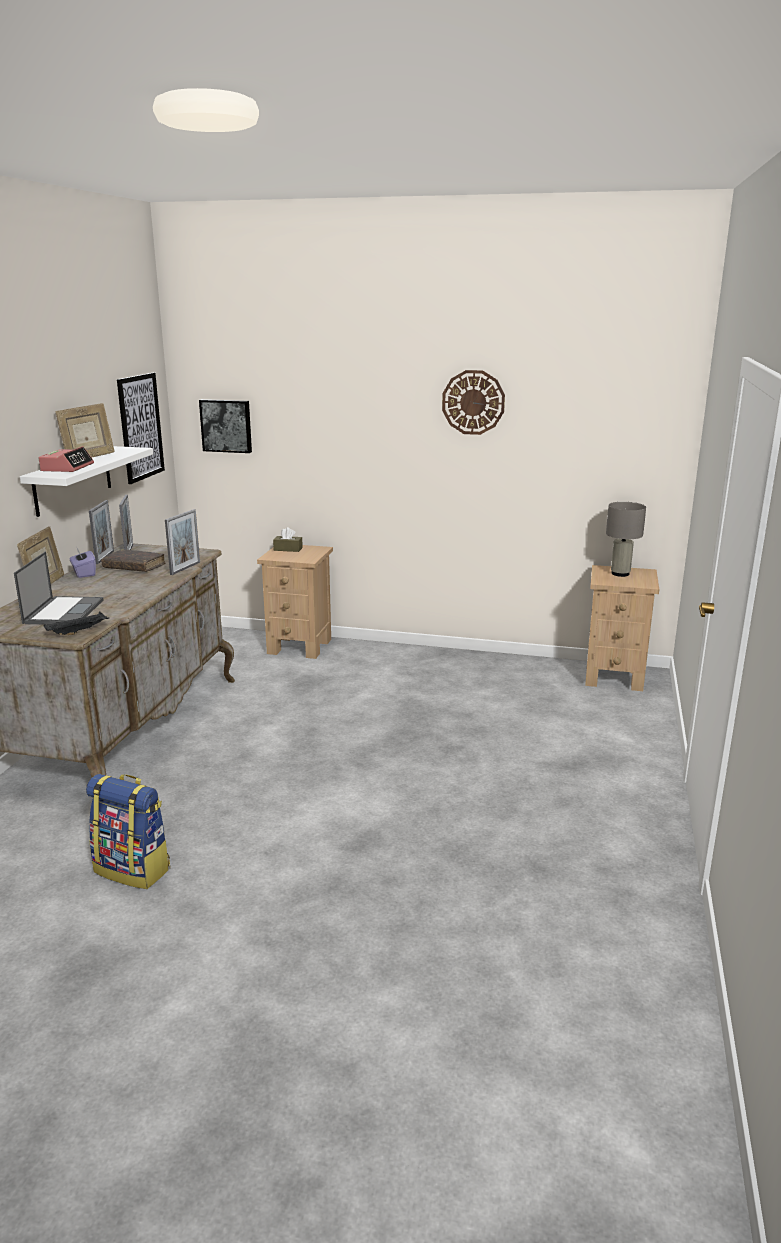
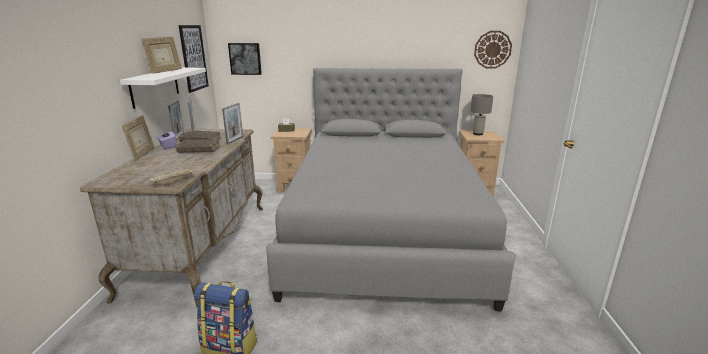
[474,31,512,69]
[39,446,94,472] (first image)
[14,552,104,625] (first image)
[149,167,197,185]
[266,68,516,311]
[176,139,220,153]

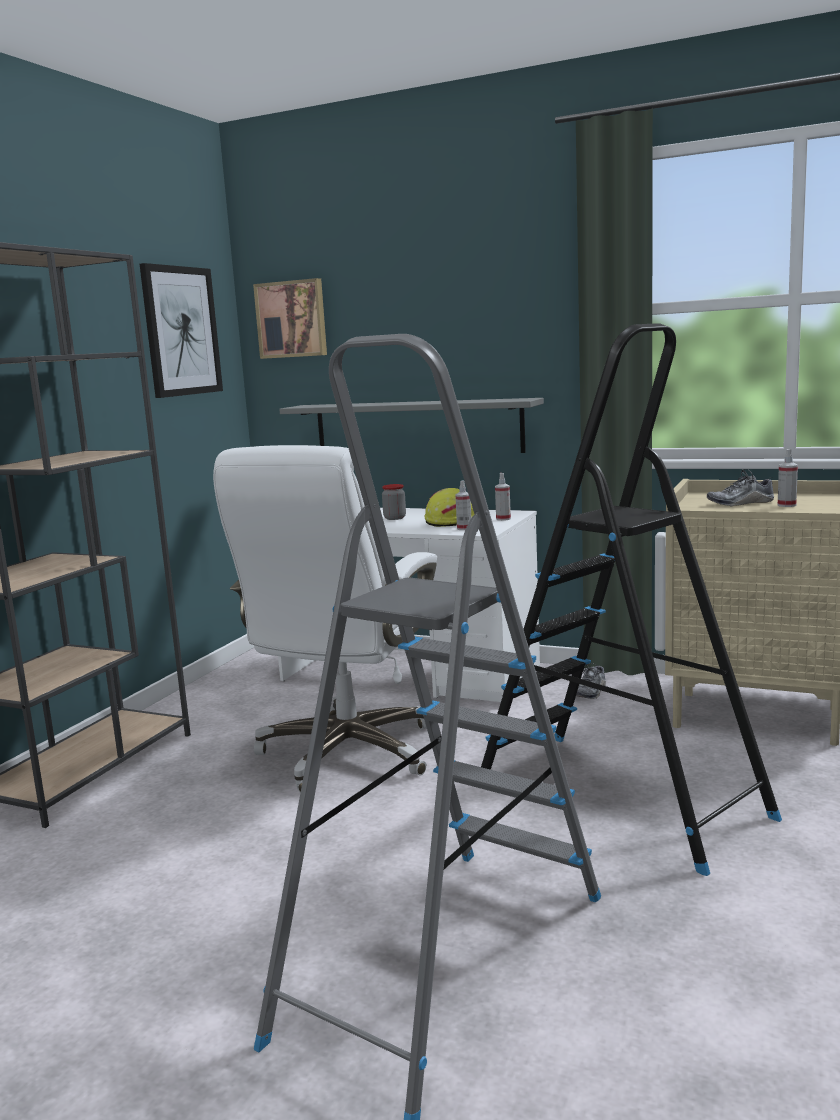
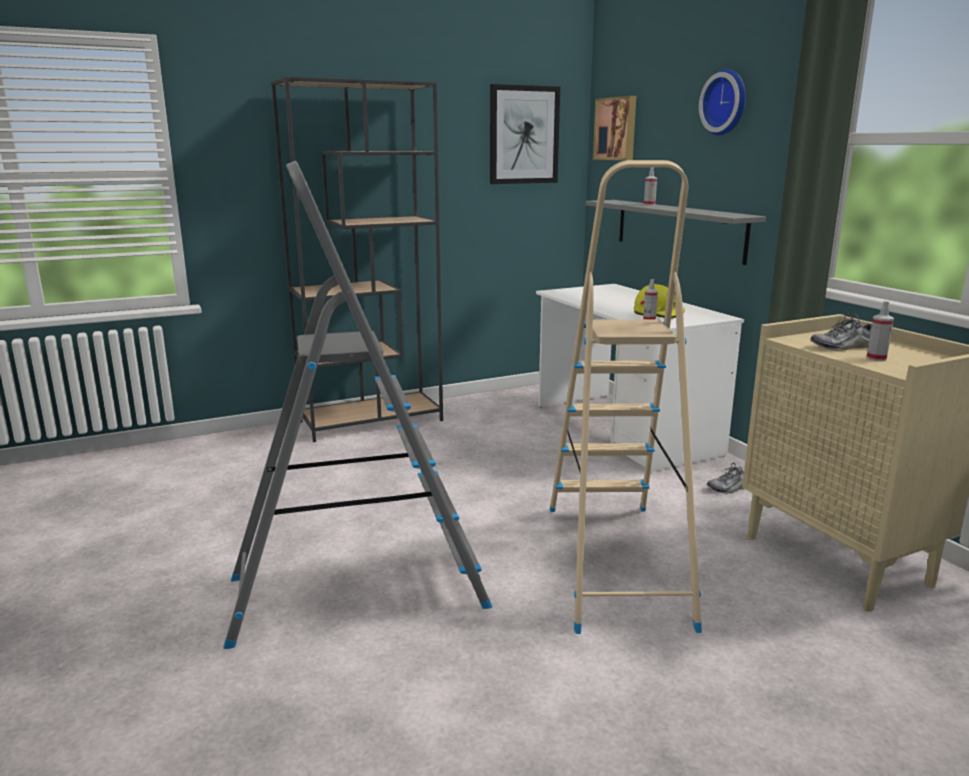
[550,160,702,634]
[213,445,437,793] (first image)
[810,313,872,351]
[644,167,657,205]
[382,484,406,520] (first image)
[699,69,746,135]

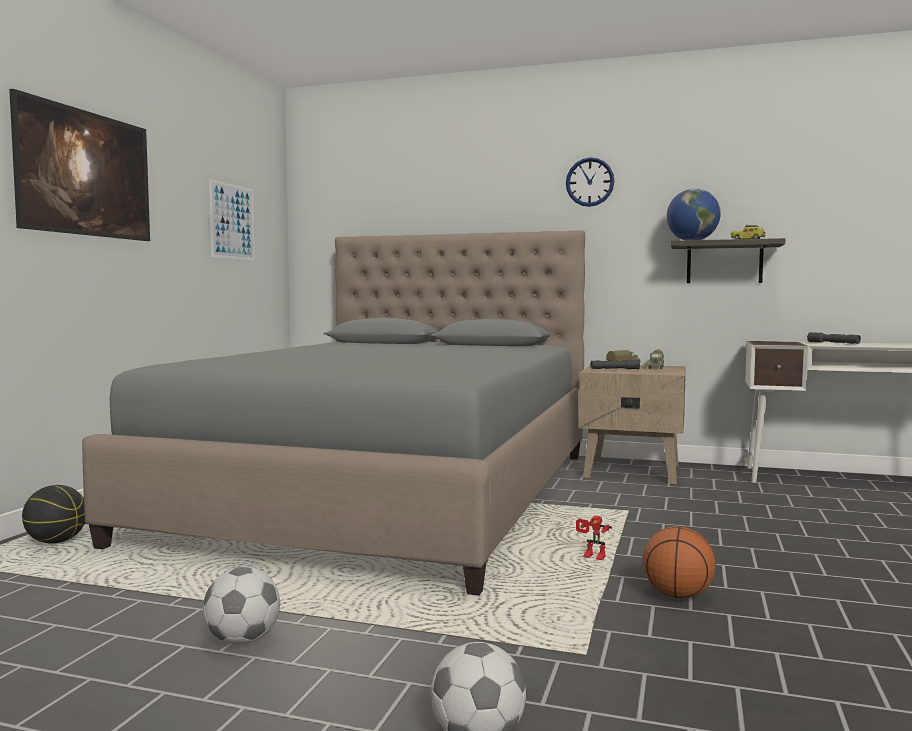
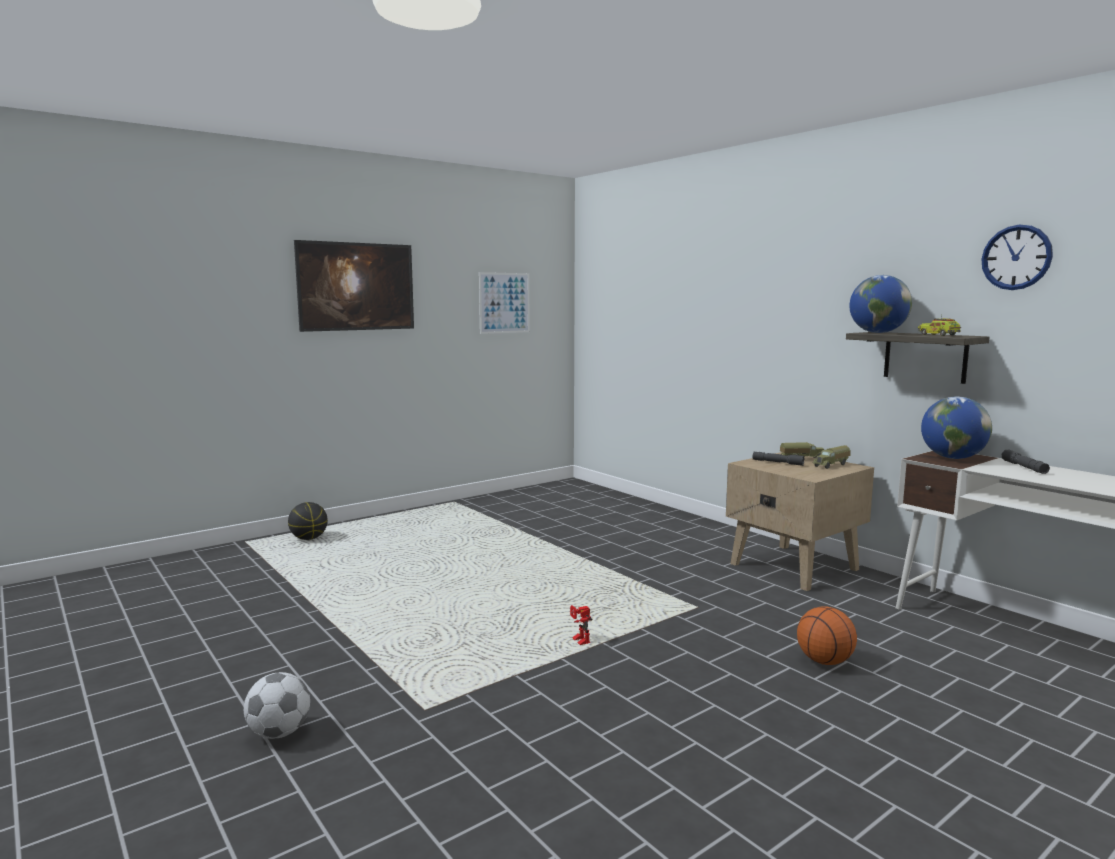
[982,225,1053,290]
[82,230,585,596] (first image)
[797,606,857,665]
[203,567,280,645] (first image)
[921,396,992,459]

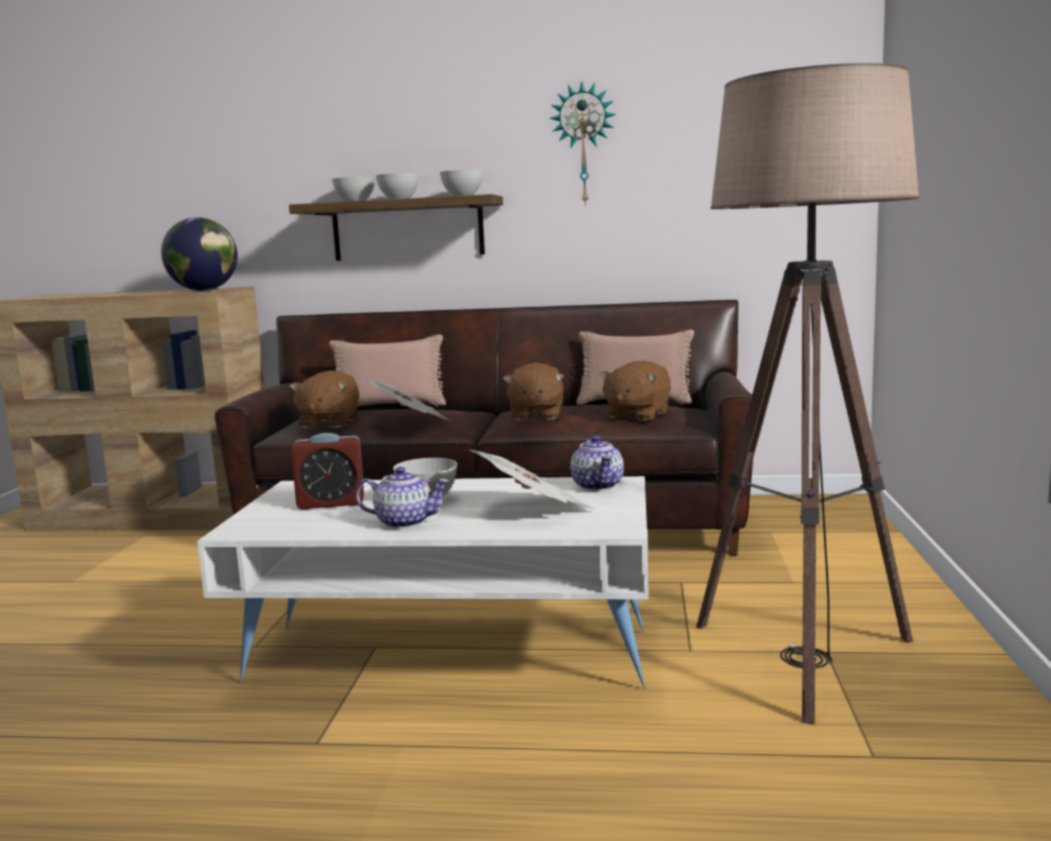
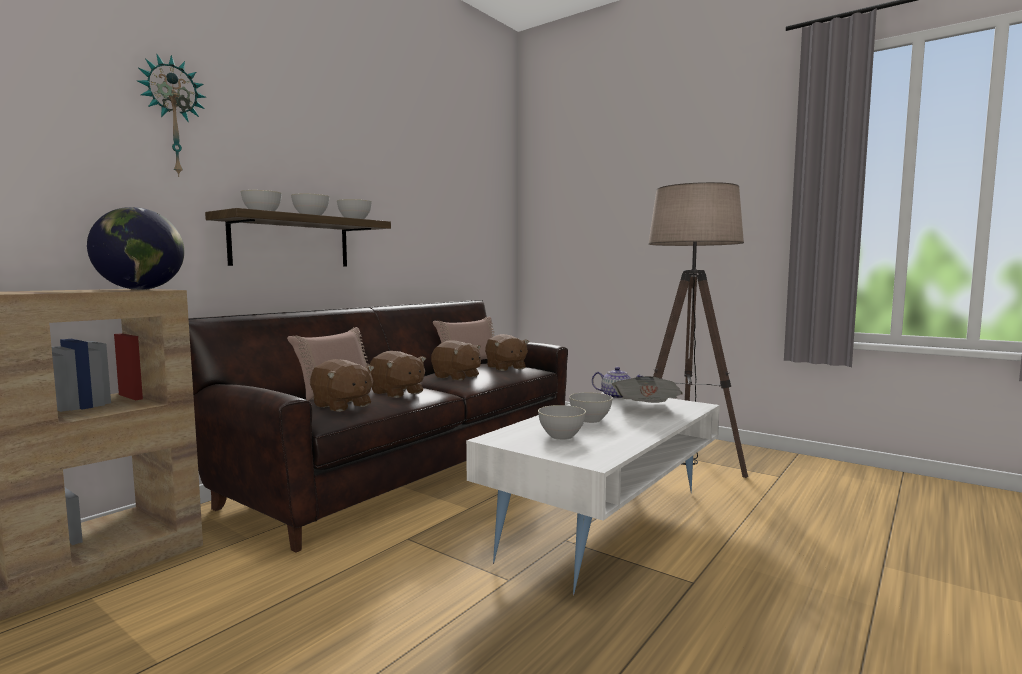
[137,53,206,177]
[370,351,426,398]
[538,405,586,440]
[355,467,449,529] (first image)

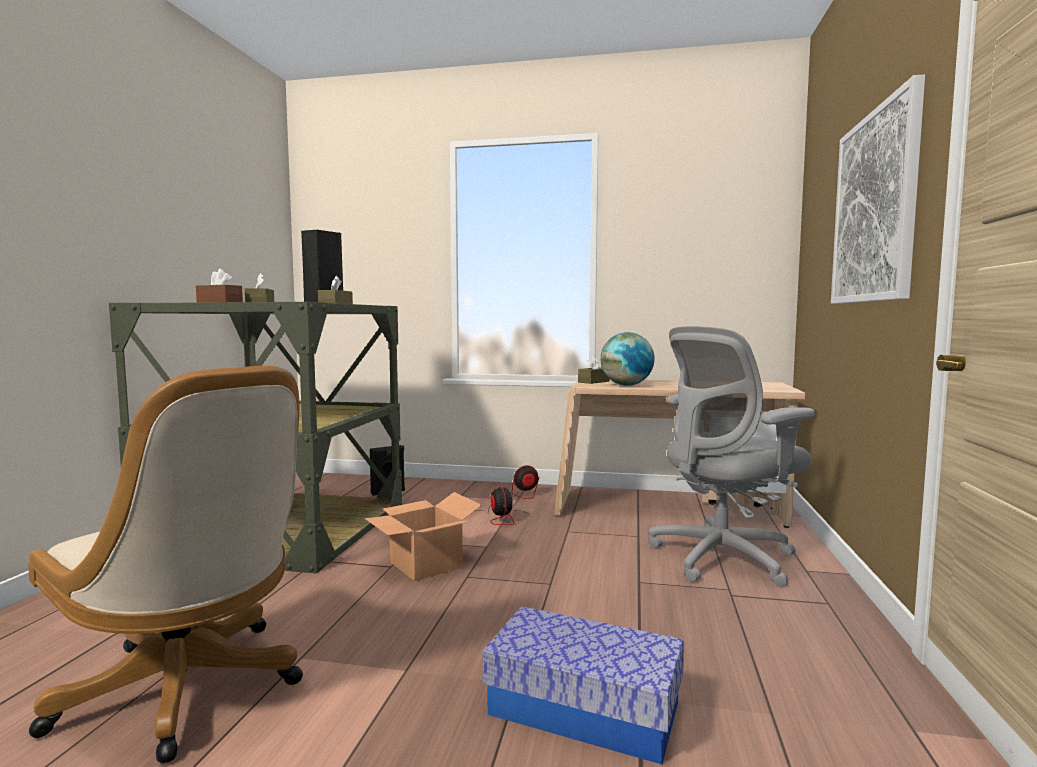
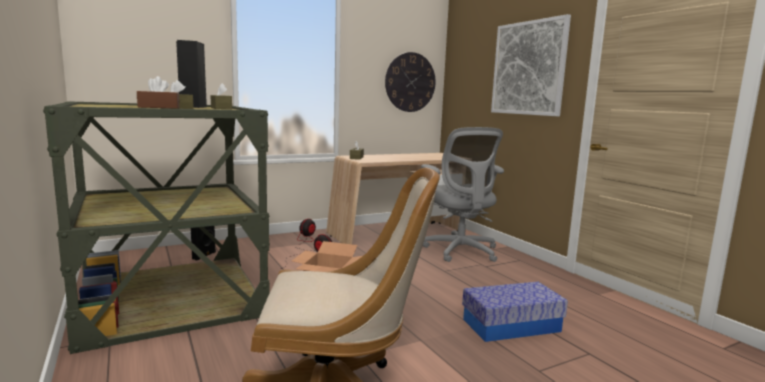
[421,127,504,262]
[600,332,655,386] (first image)
[385,52,435,112]

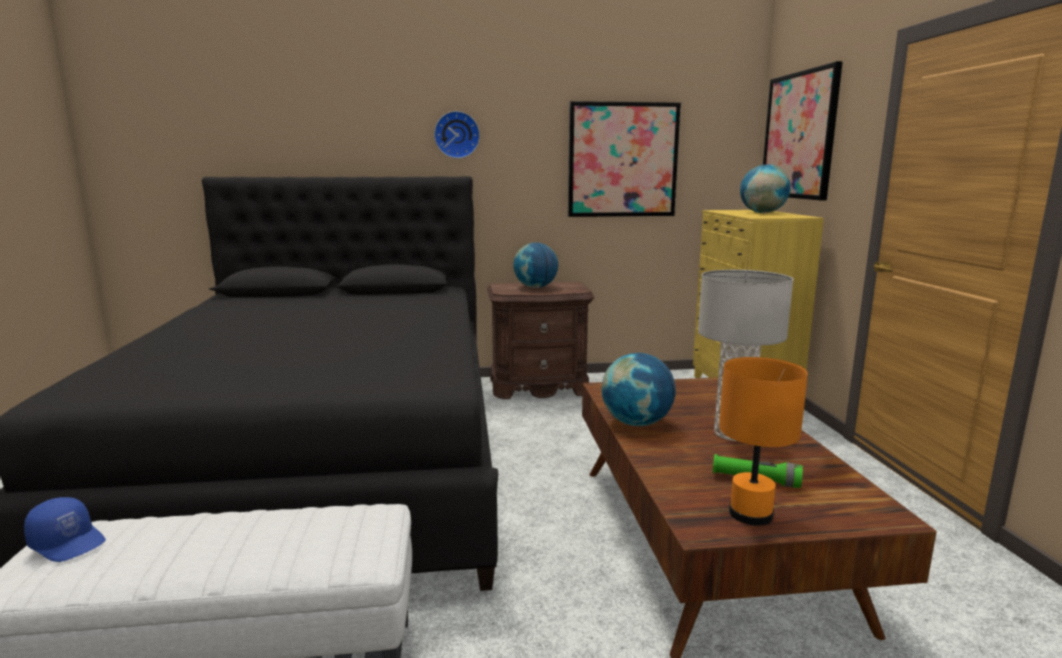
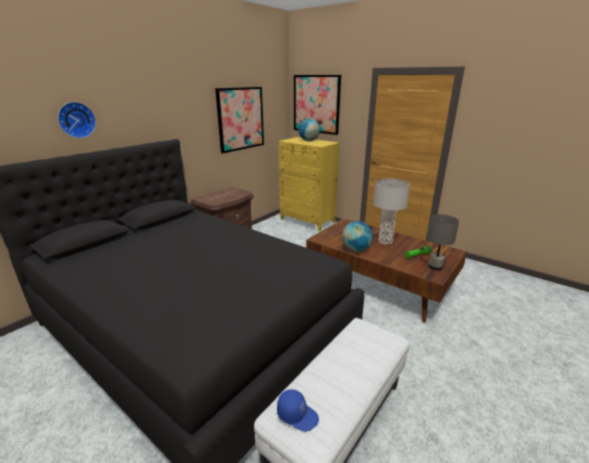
[58,102,96,138]
[513,243,558,288] (first image)
[427,214,459,270]
[277,389,319,432]

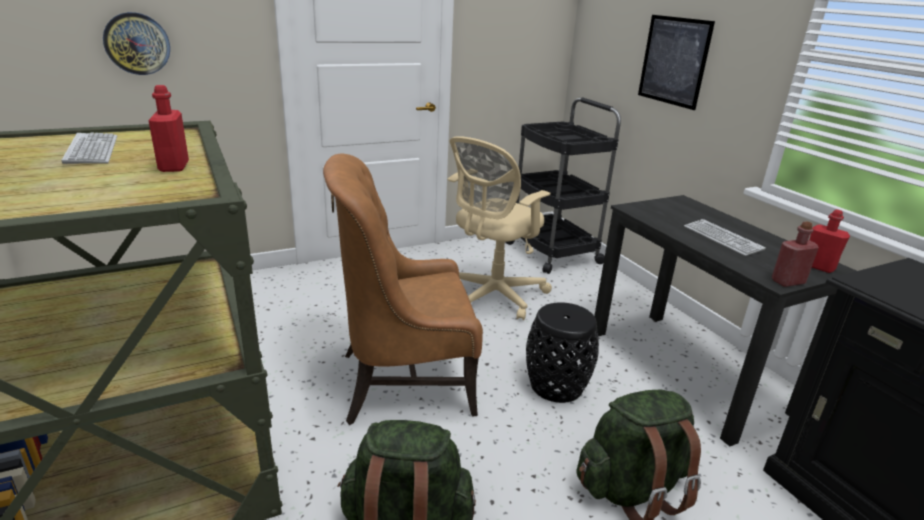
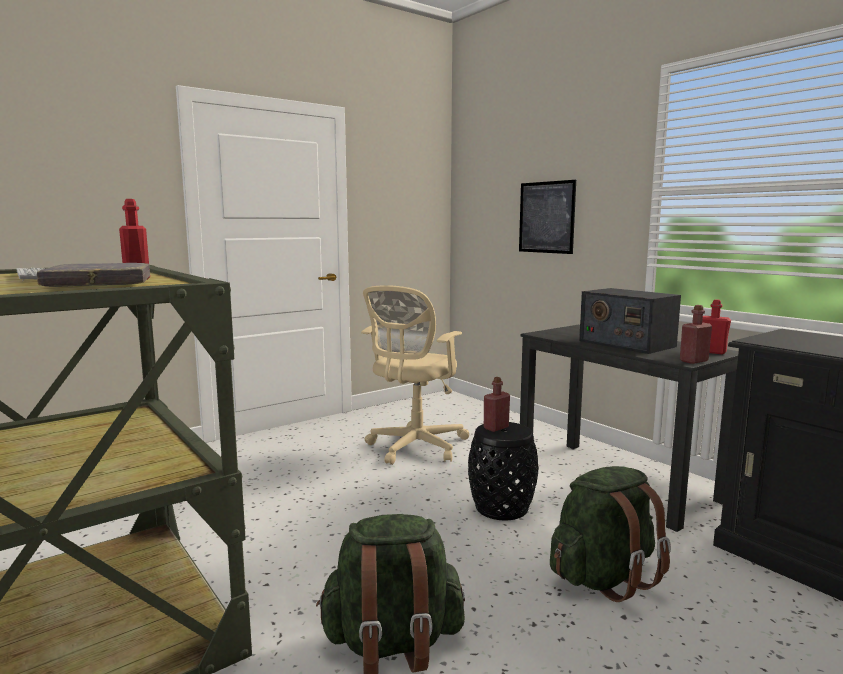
[103,12,170,75] (first image)
[506,97,621,274] (first image)
[323,154,483,425] (first image)
[579,288,681,354]
[37,263,150,287]
[484,377,510,432]

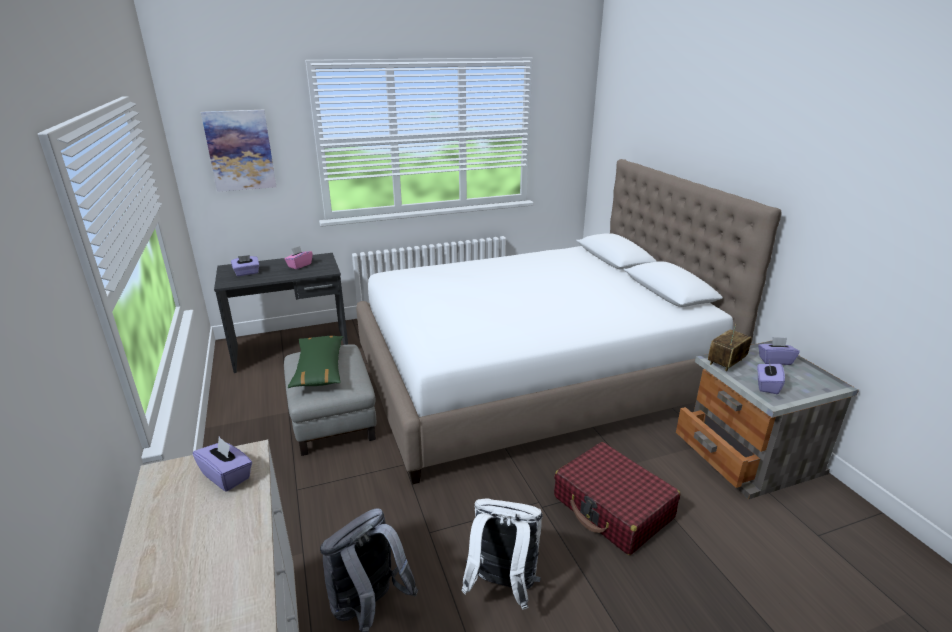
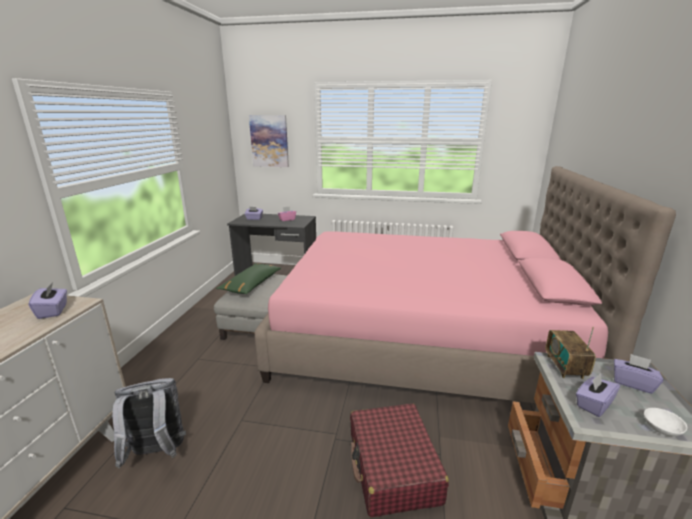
[255,166,676,403]
[545,327,596,379]
[461,499,543,610] (first image)
[644,408,687,436]

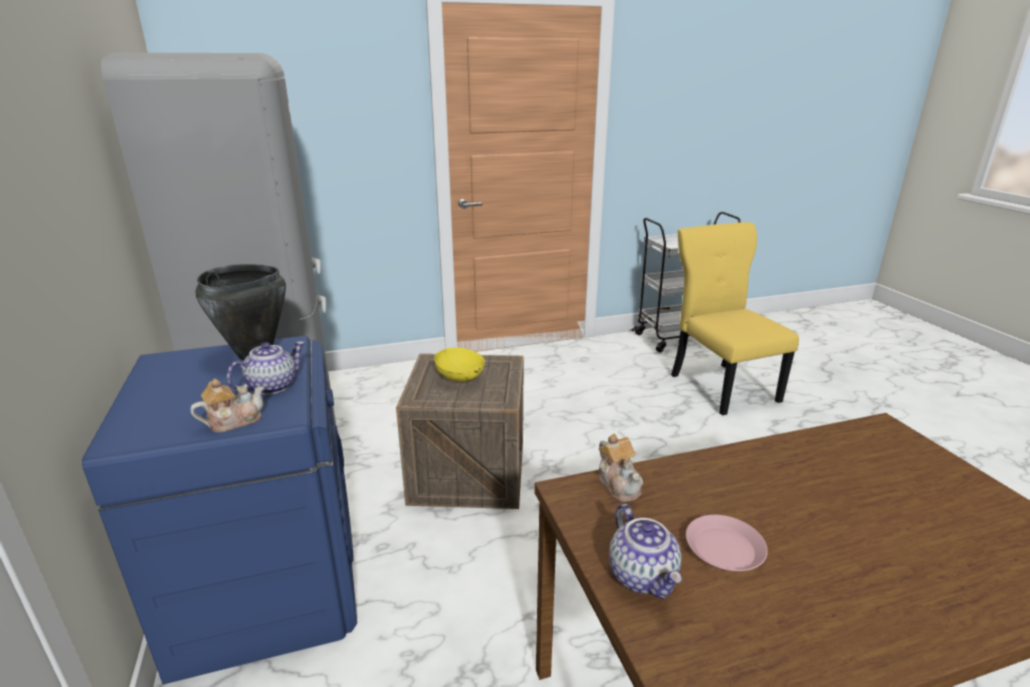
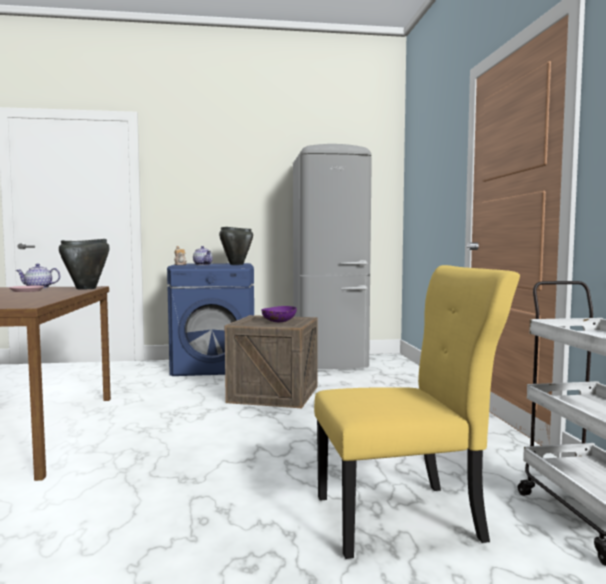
[261,306,297,322]
[59,239,110,289]

